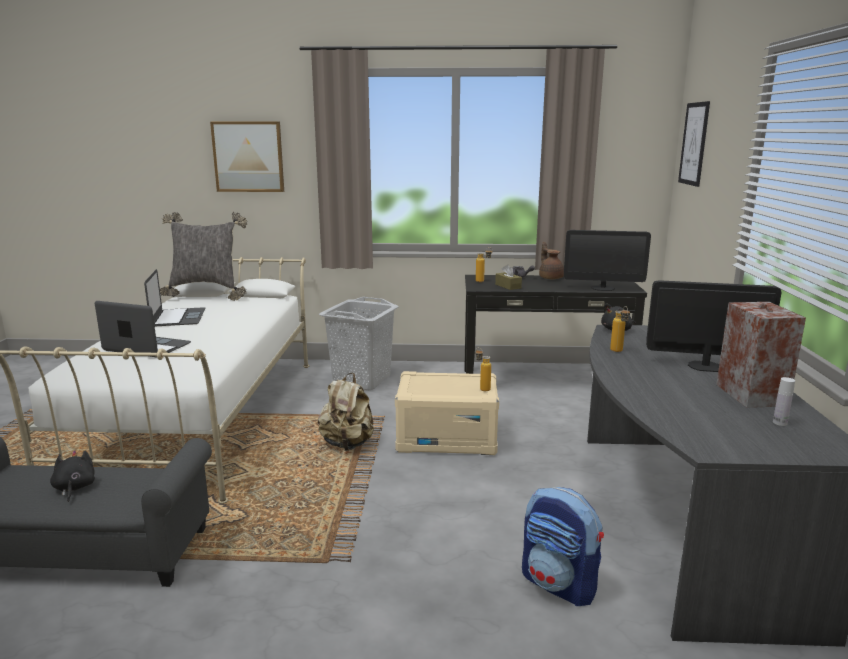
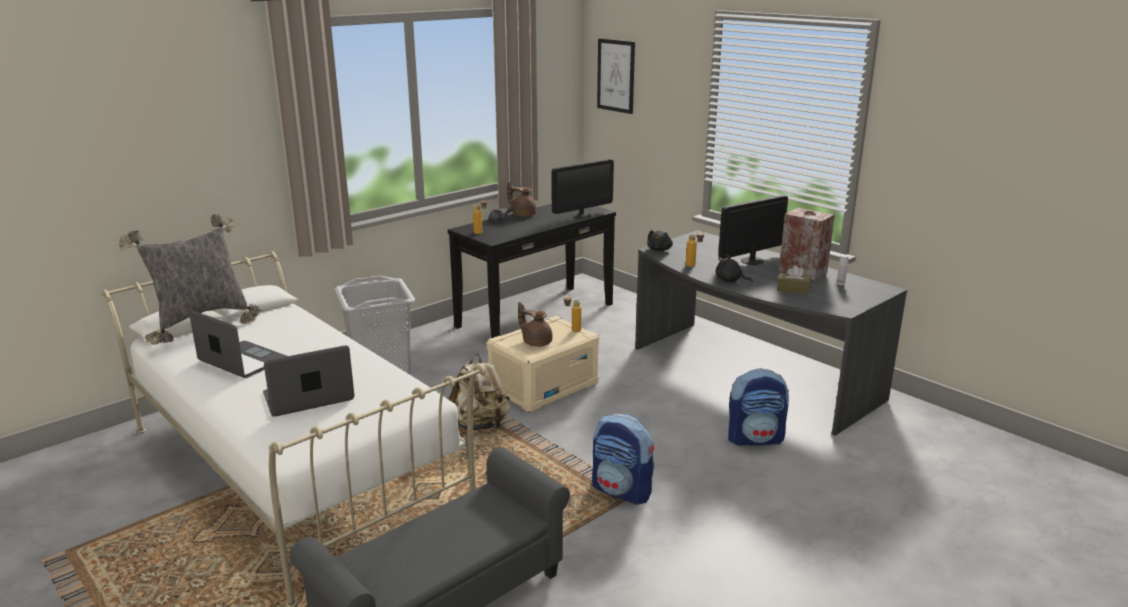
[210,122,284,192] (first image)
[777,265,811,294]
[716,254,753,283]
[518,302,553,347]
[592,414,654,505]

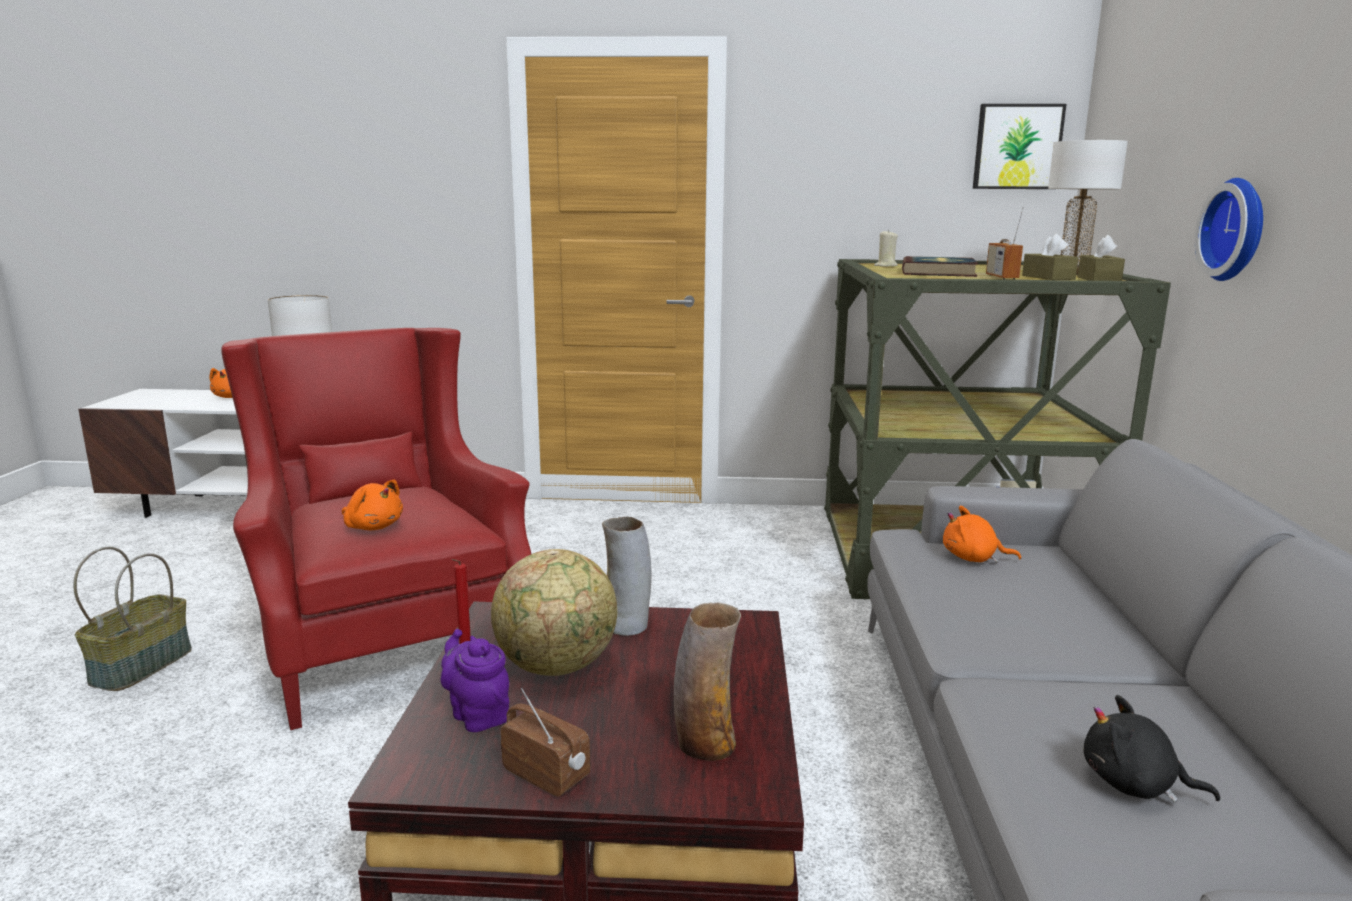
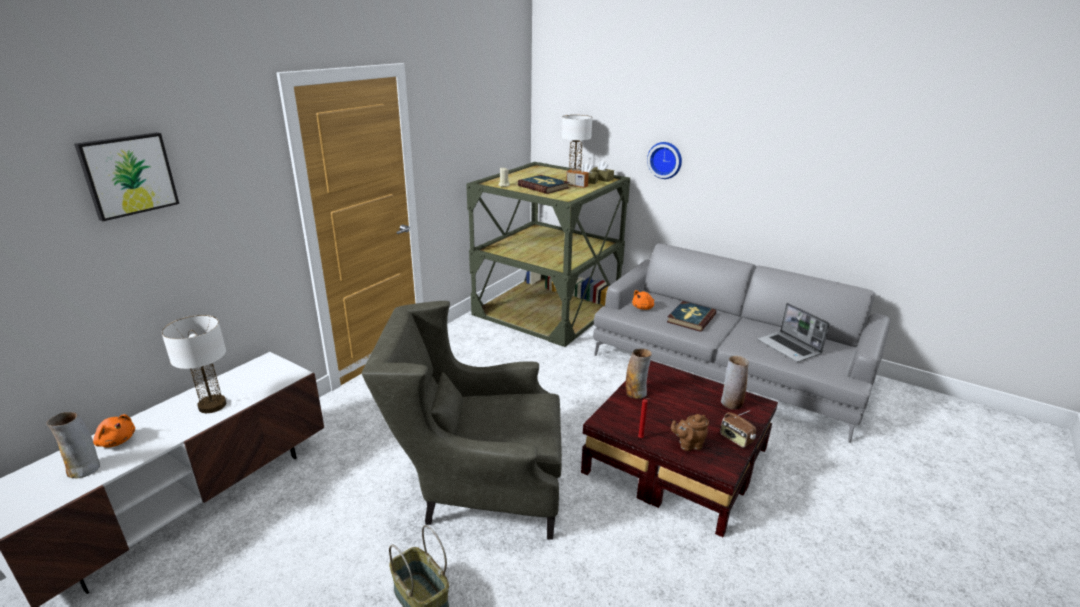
[74,132,179,221]
[362,301,562,539]
[342,479,403,530] (first image)
[491,549,617,676] (first image)
[671,414,709,451]
[720,411,756,448]
[757,303,829,362]
[667,301,716,332]
[47,412,100,478]

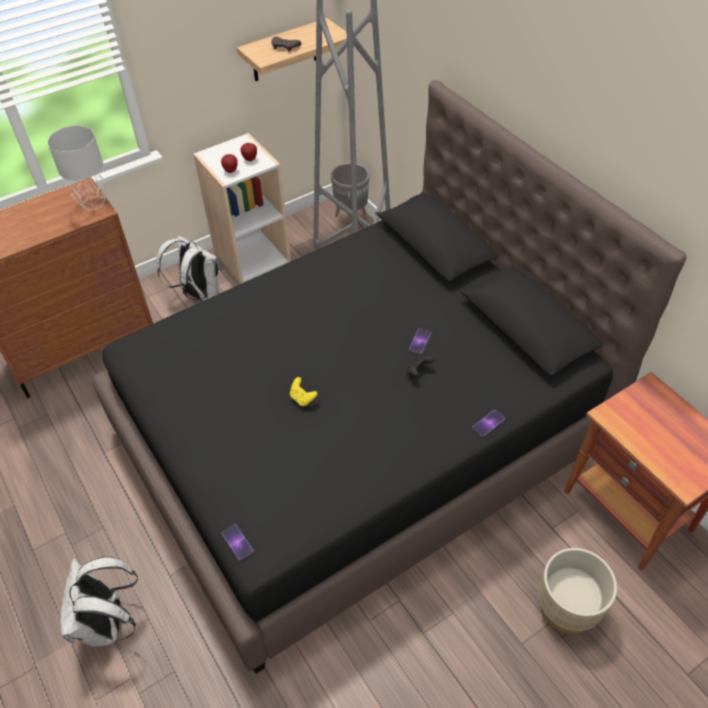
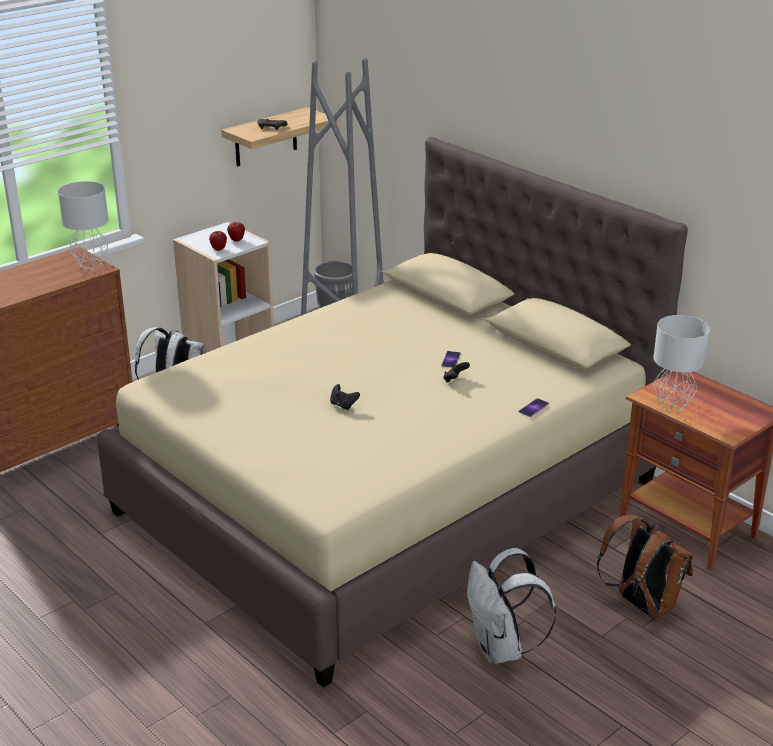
[97,137,688,687]
[330,384,360,410]
[221,524,254,560] (first image)
[597,514,694,618]
[467,548,556,664]
[653,315,710,411]

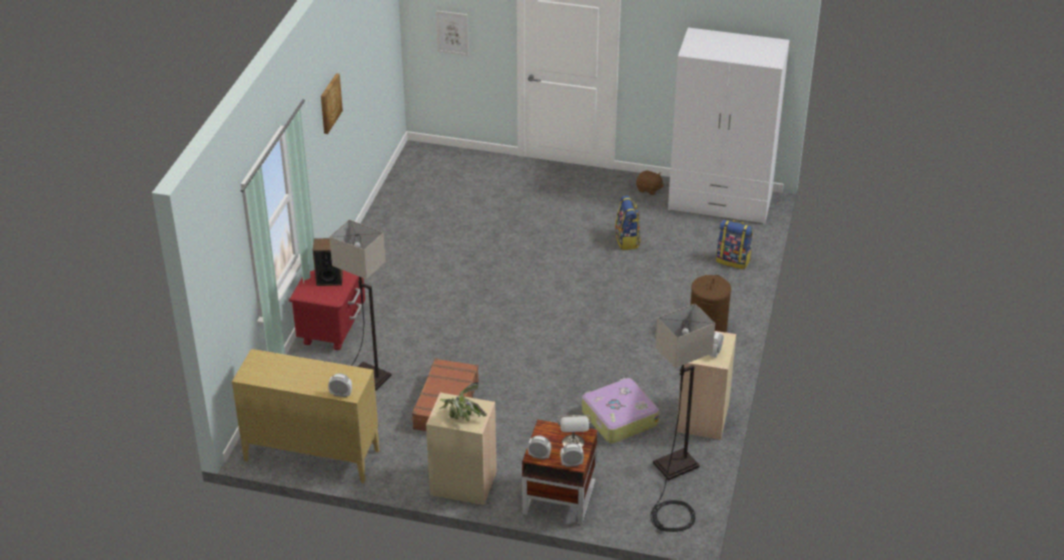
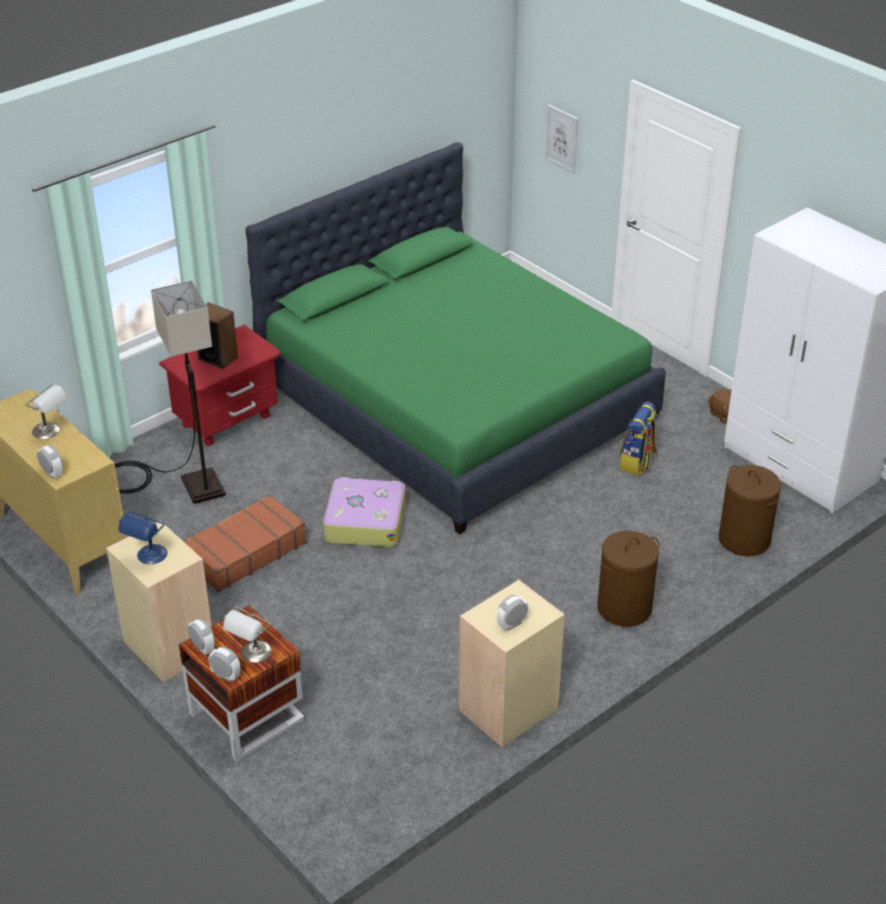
[321,73,343,134] (first image)
[719,465,781,556]
[650,304,715,532] (first image)
[323,477,406,547]
[119,511,167,564]
[245,142,666,535]
[25,385,67,439]

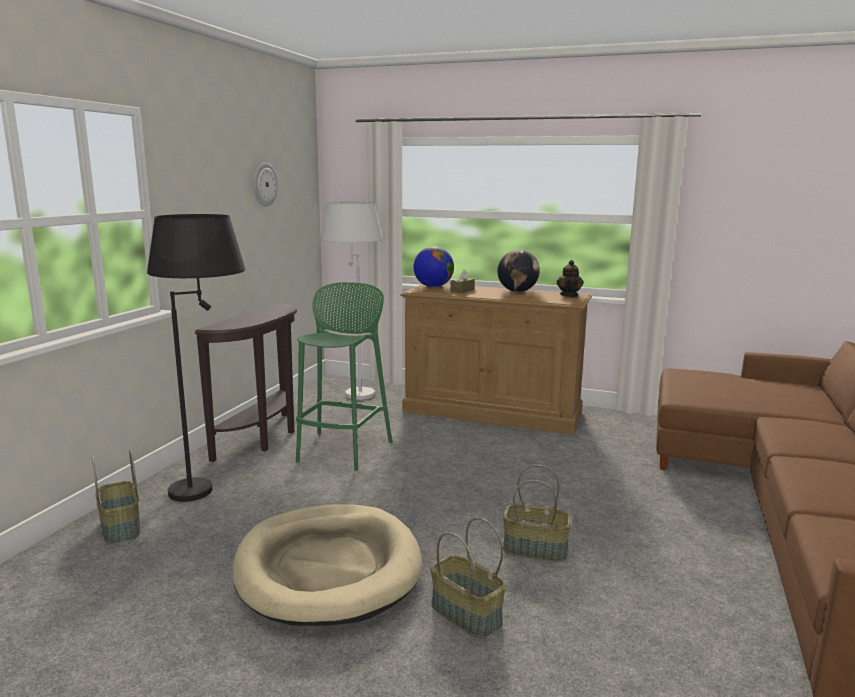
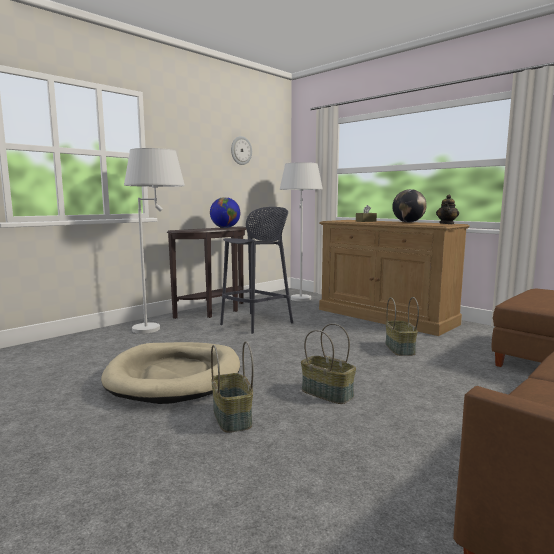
[124,148,185,334]
[210,197,240,228]
[220,207,293,334]
[385,297,419,356]

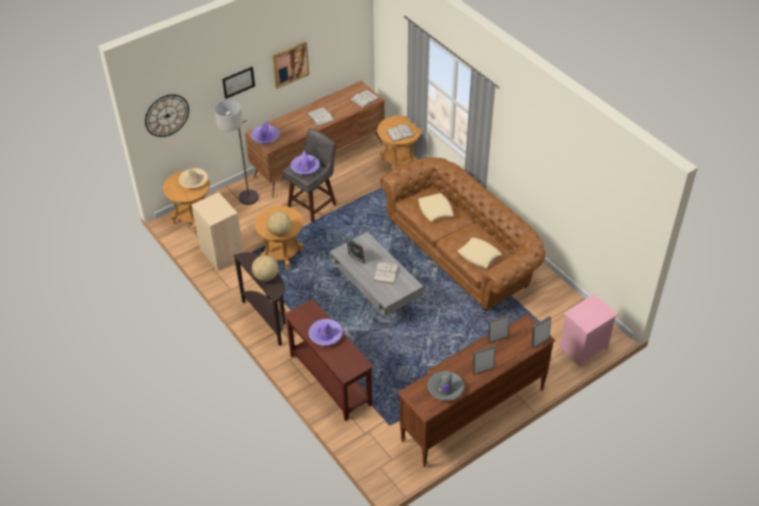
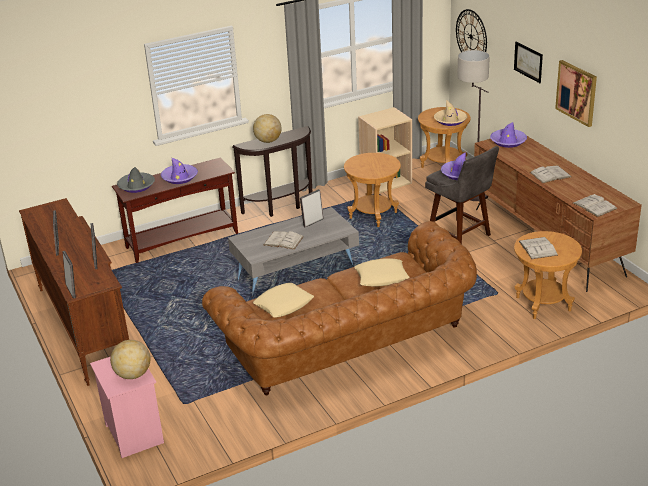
[110,340,151,379]
[117,167,155,193]

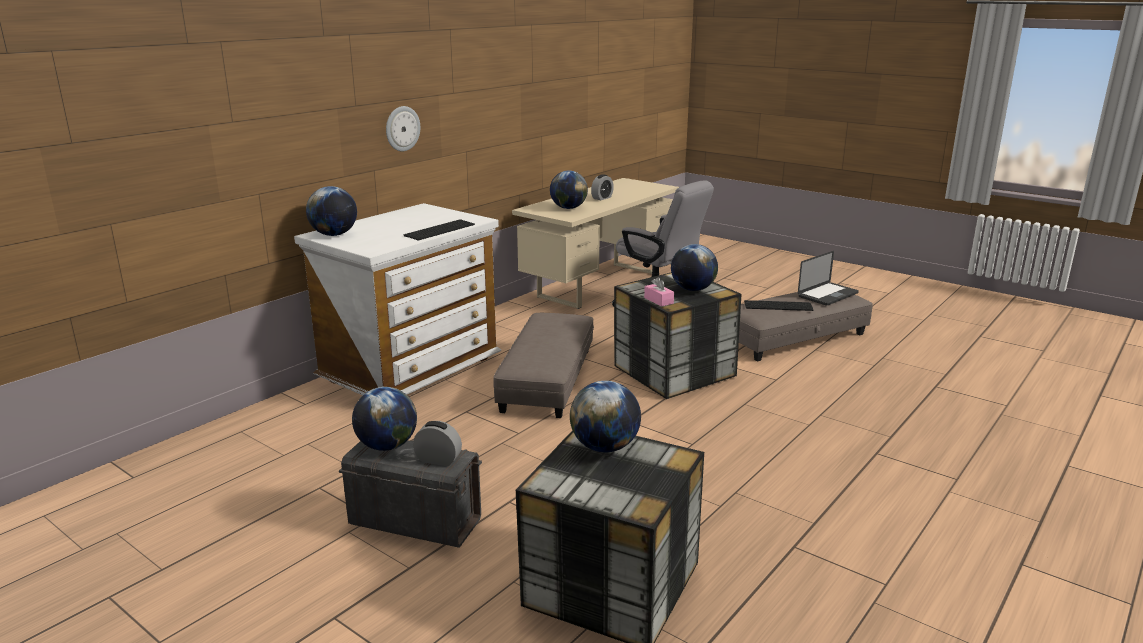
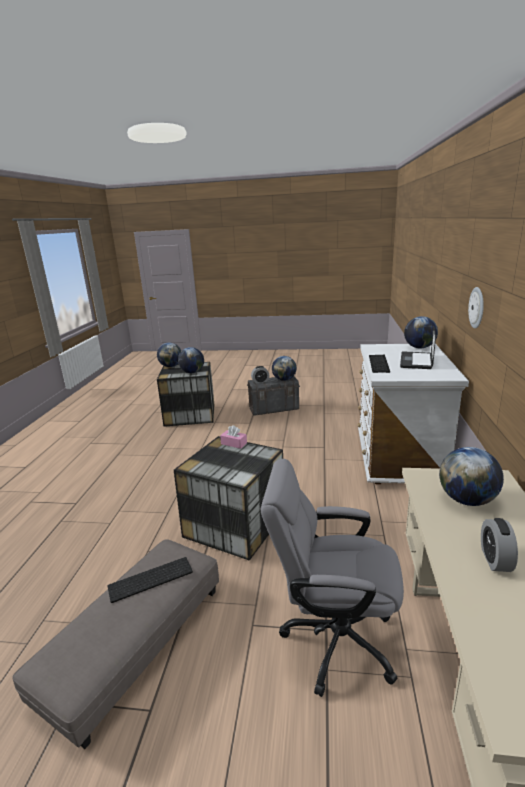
[157,343,181,367]
[400,326,436,369]
[493,313,594,418] (first image)

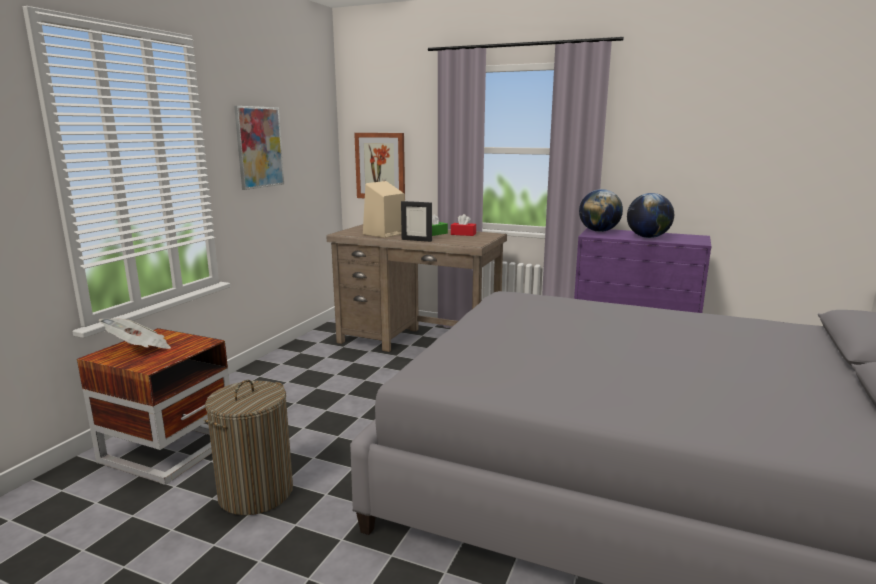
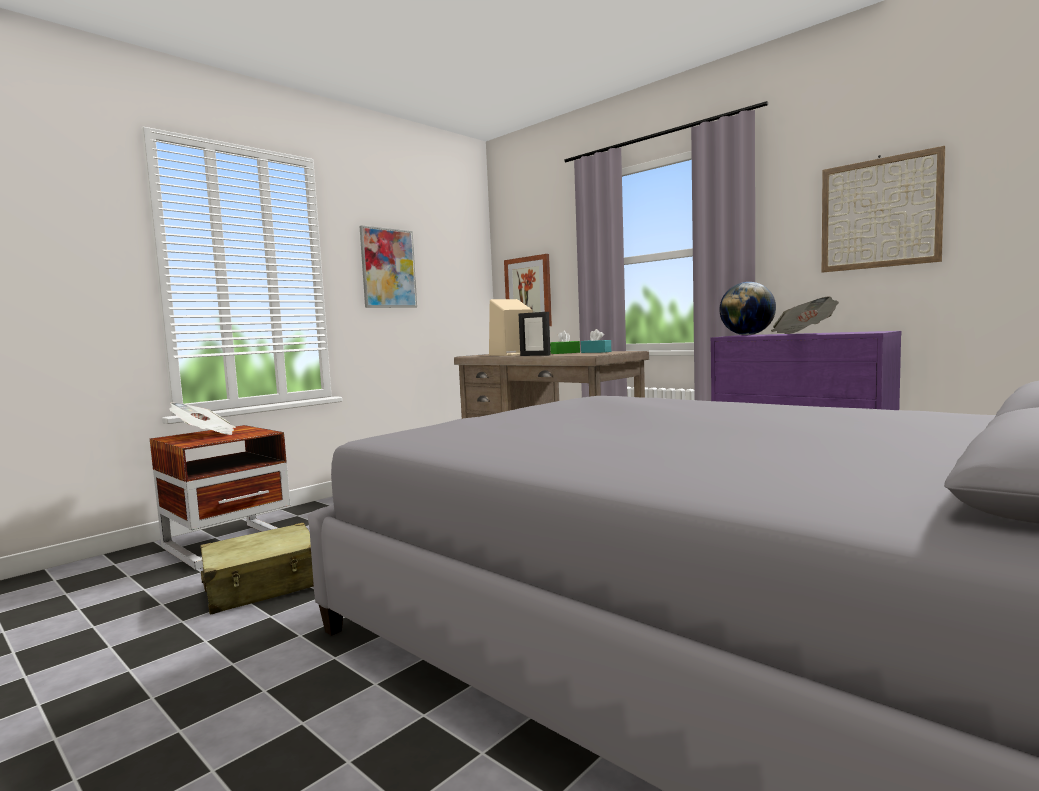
[771,296,839,334]
[581,329,611,353]
[200,523,314,615]
[822,146,945,272]

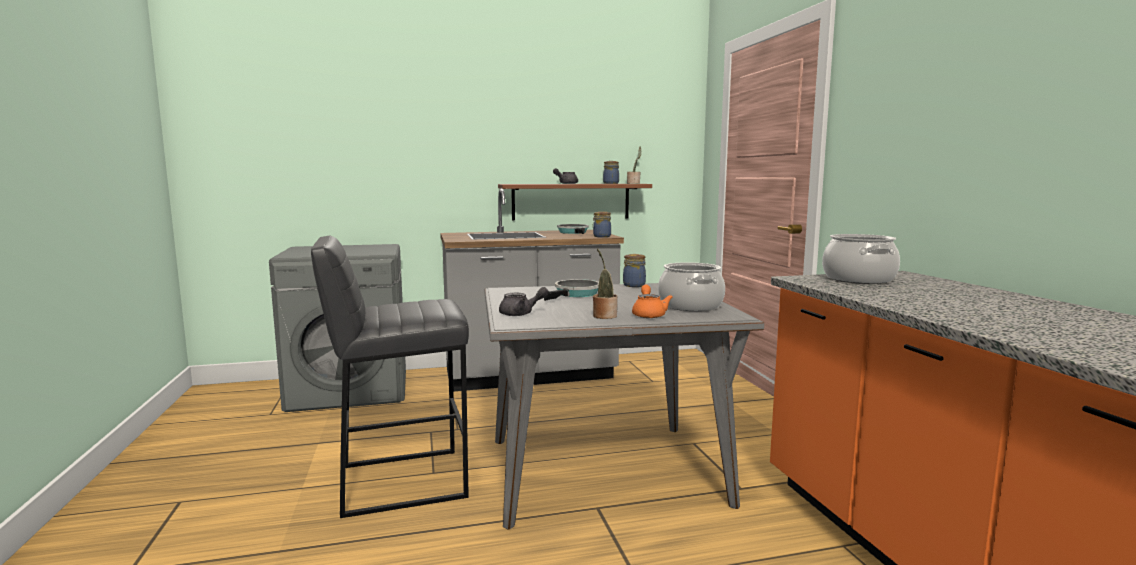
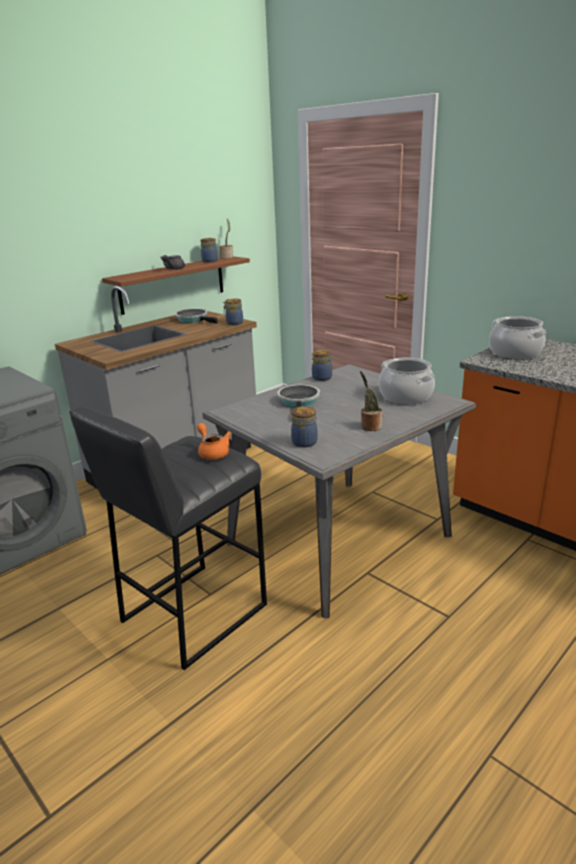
[197,423,231,460]
[291,406,318,448]

